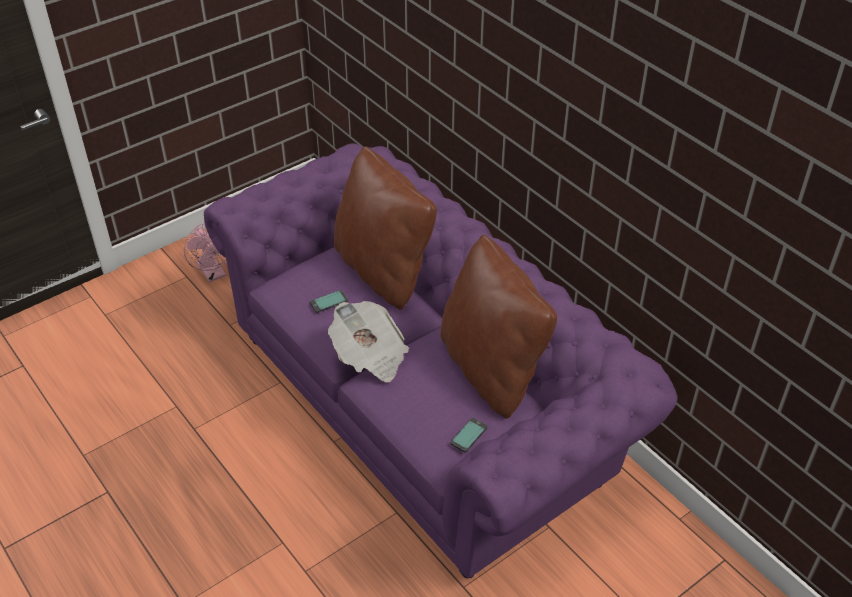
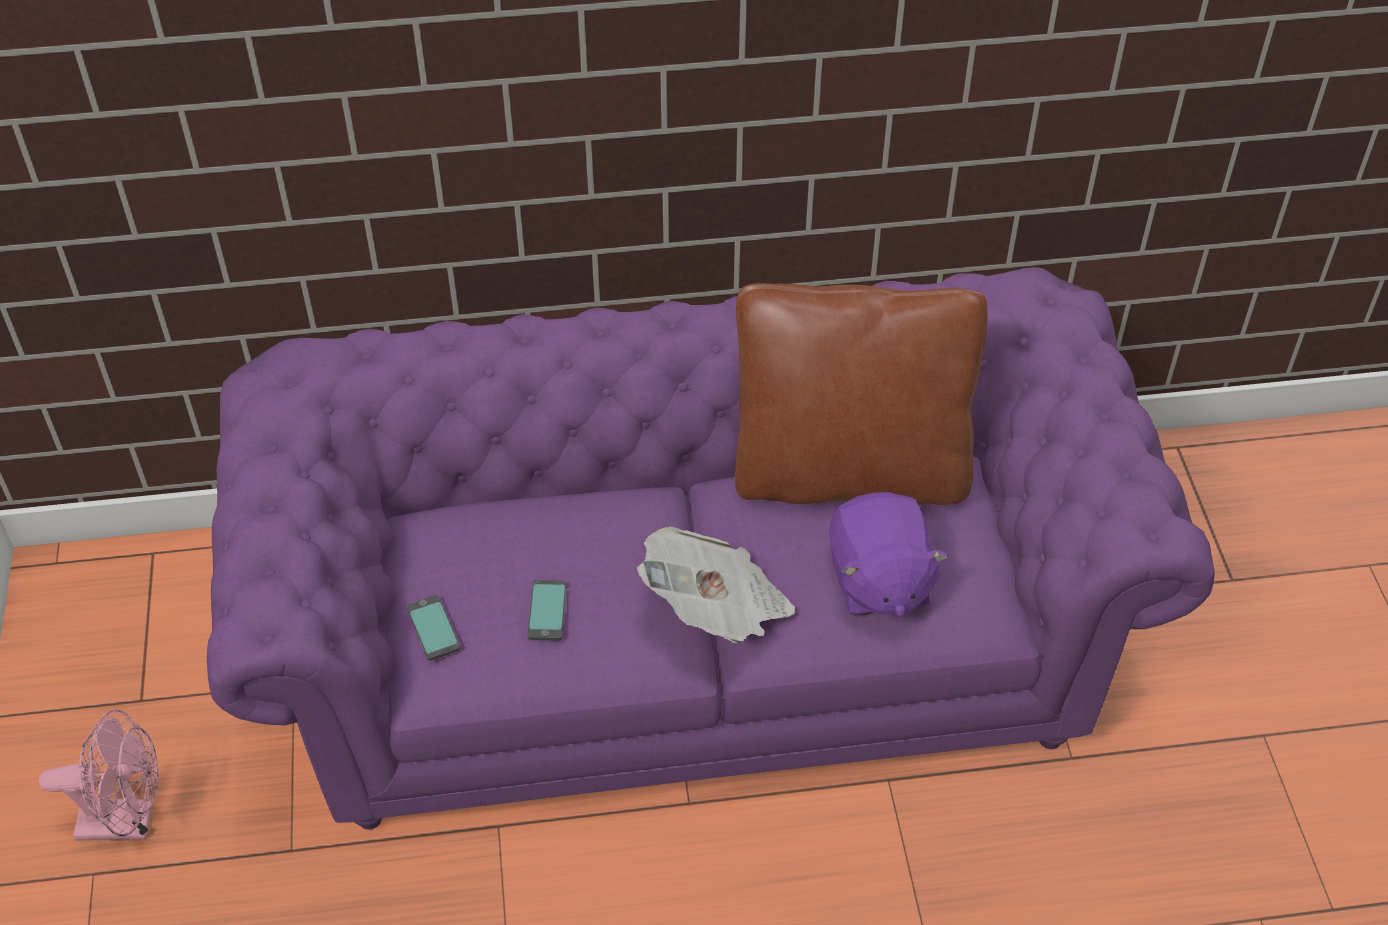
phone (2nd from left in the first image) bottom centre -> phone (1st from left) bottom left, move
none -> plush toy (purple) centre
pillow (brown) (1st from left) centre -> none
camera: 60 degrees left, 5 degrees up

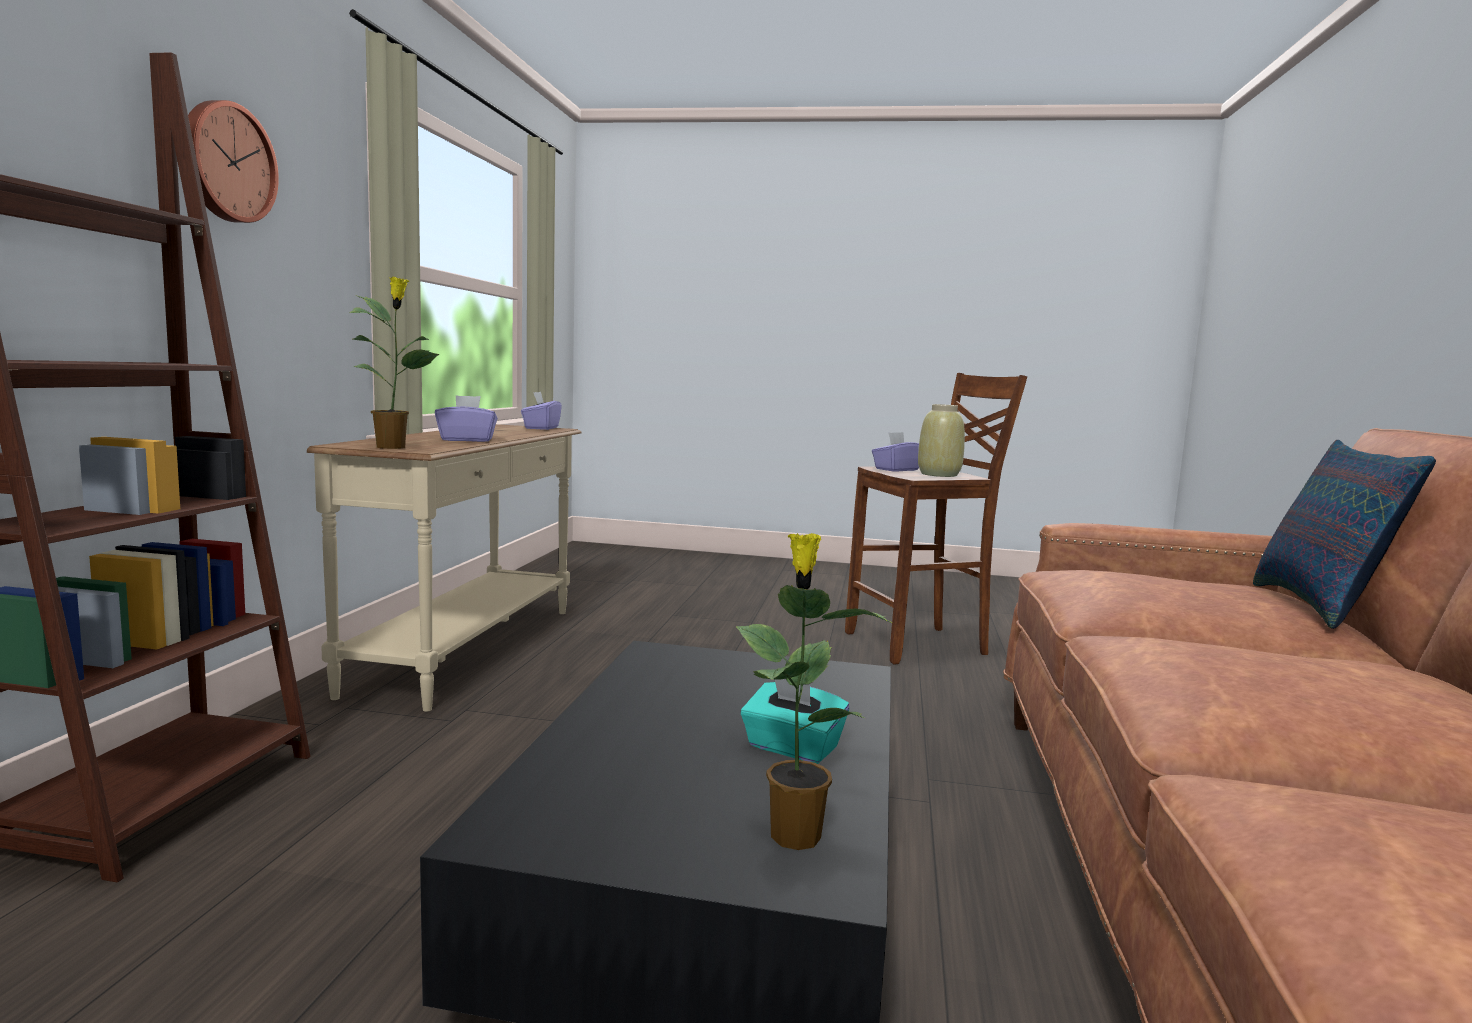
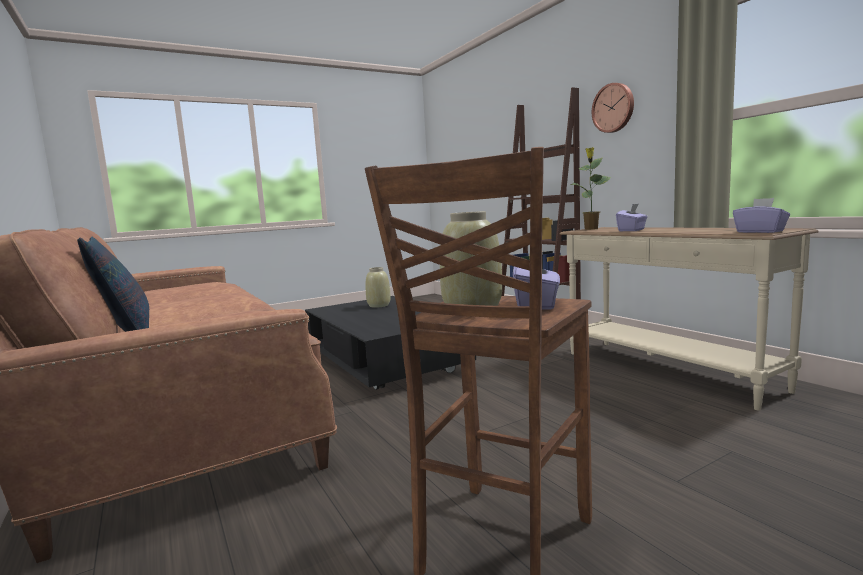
none -> vase (beige) (1st from left) centre
potted plant (2nd from left) bottom centre -> none
tissue box (turquoise) bottom centre -> none
camera: 140 degrees right, 0 degrees up

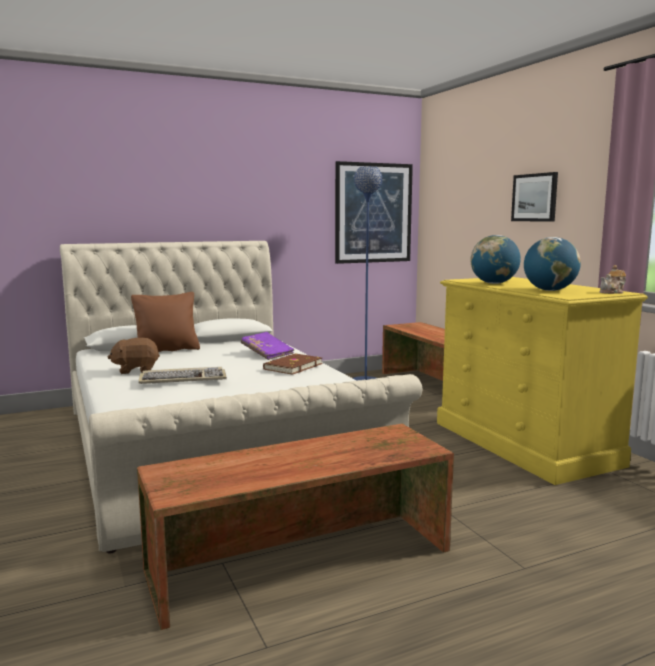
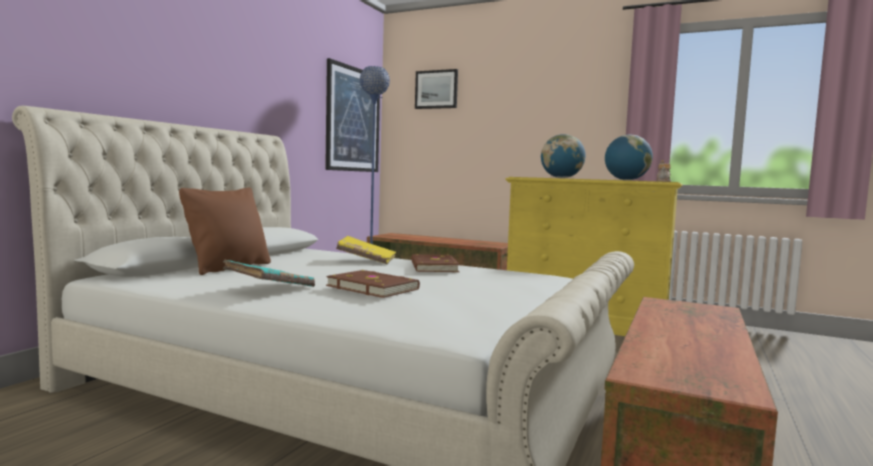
plush toy (brown) middle left -> book (turquoise) middle left
keyboard middle left -> book (brown) (1st from left) centre
book (purple) centre -> book (yellow) centre
picture (2nd from left) top right -> picture (2nd from left) top centre, move
camera: 40 degrees left, 5 degrees down

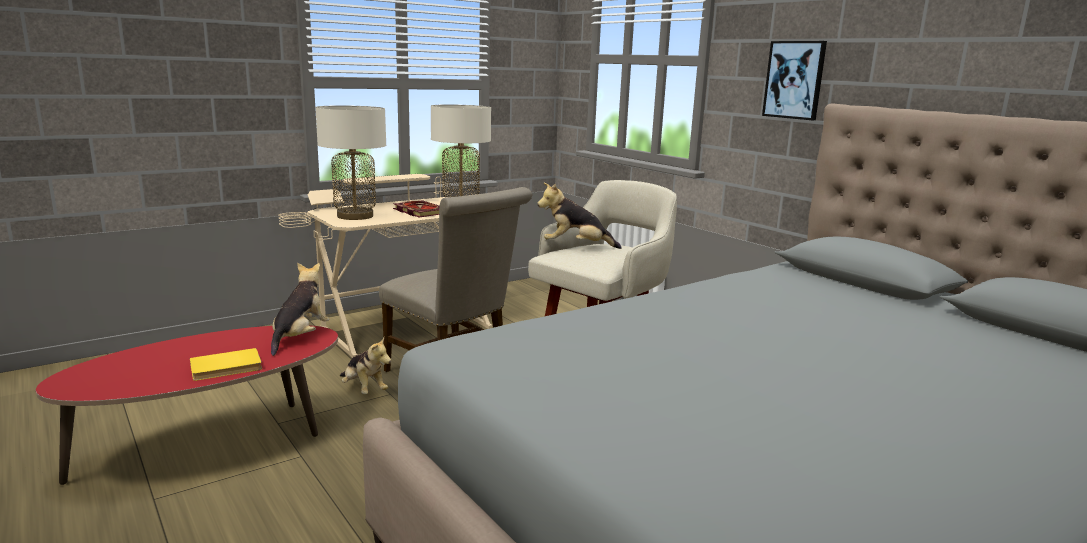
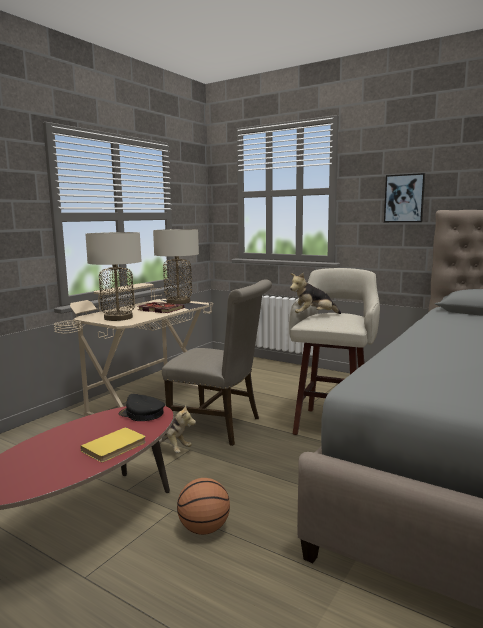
plush toy (1st from left) middle left -> cap (black) middle left
none -> basketball bottom centre
camera: 20 degrees left, 5 degrees down

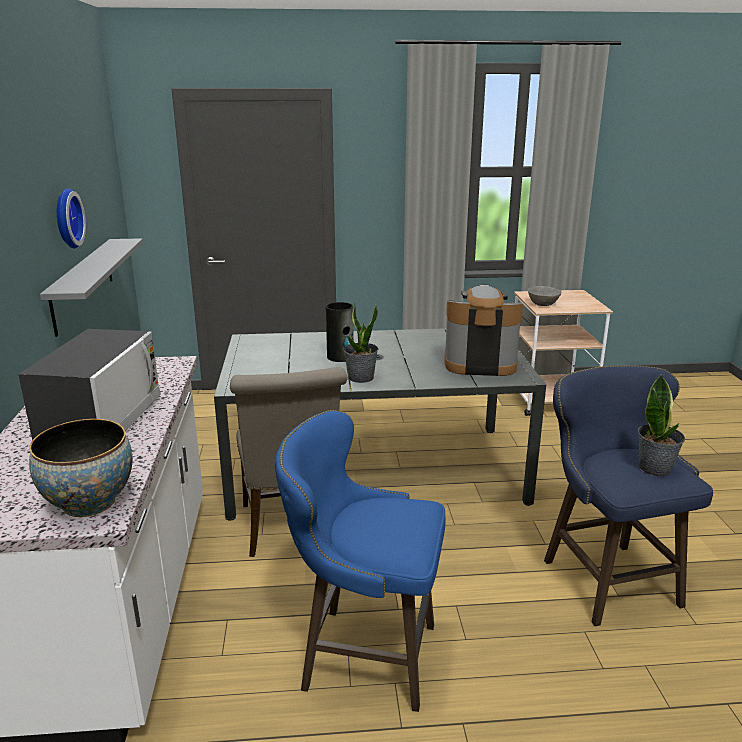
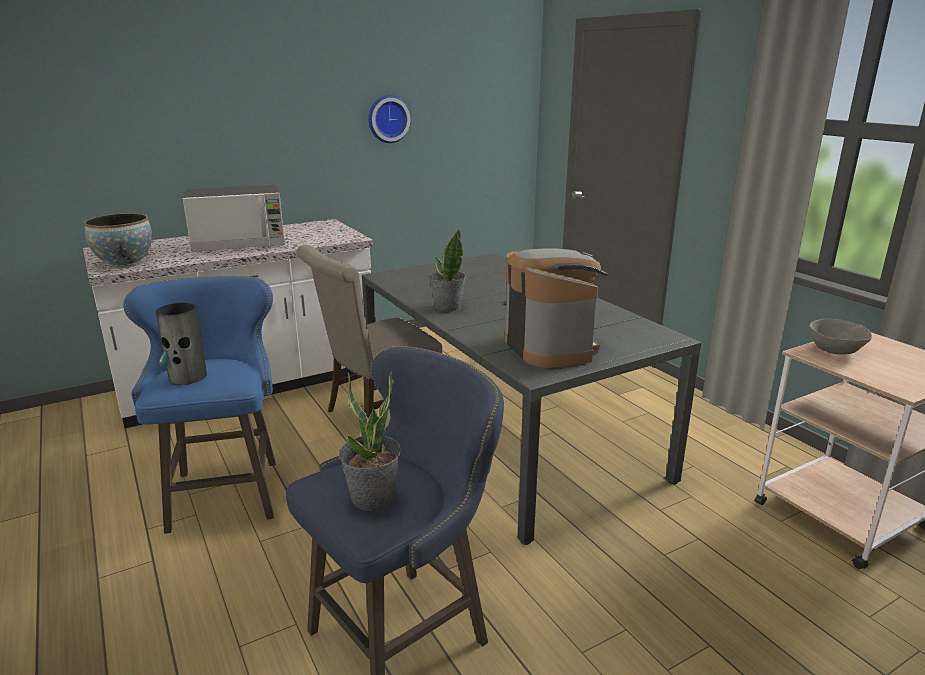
vase centre -> vase middle left, move
shelf (grey) middle left -> none
camera: 65 degrees right, 0 degrees up

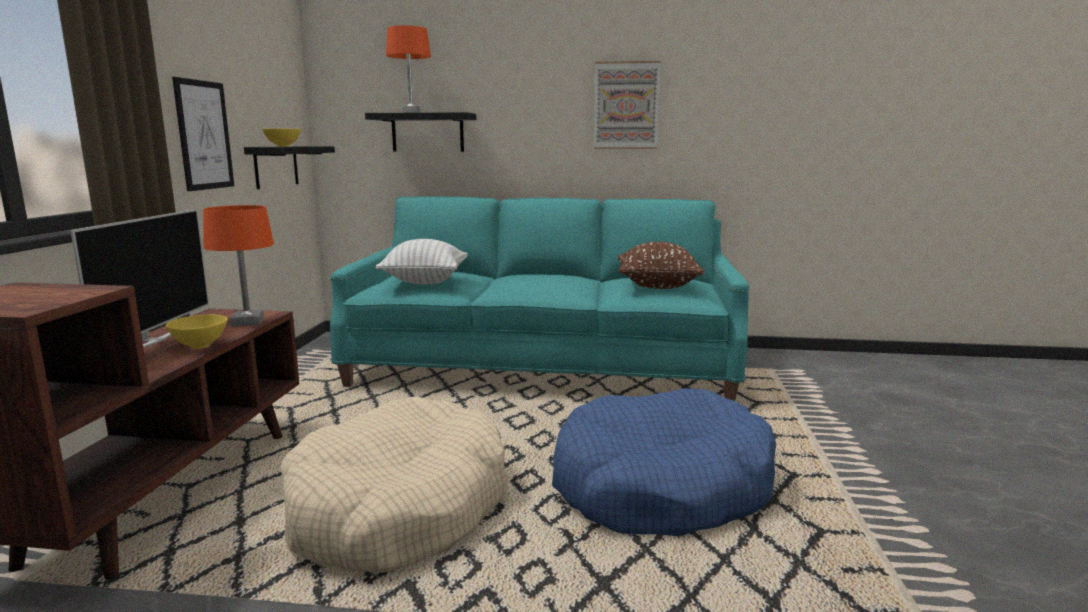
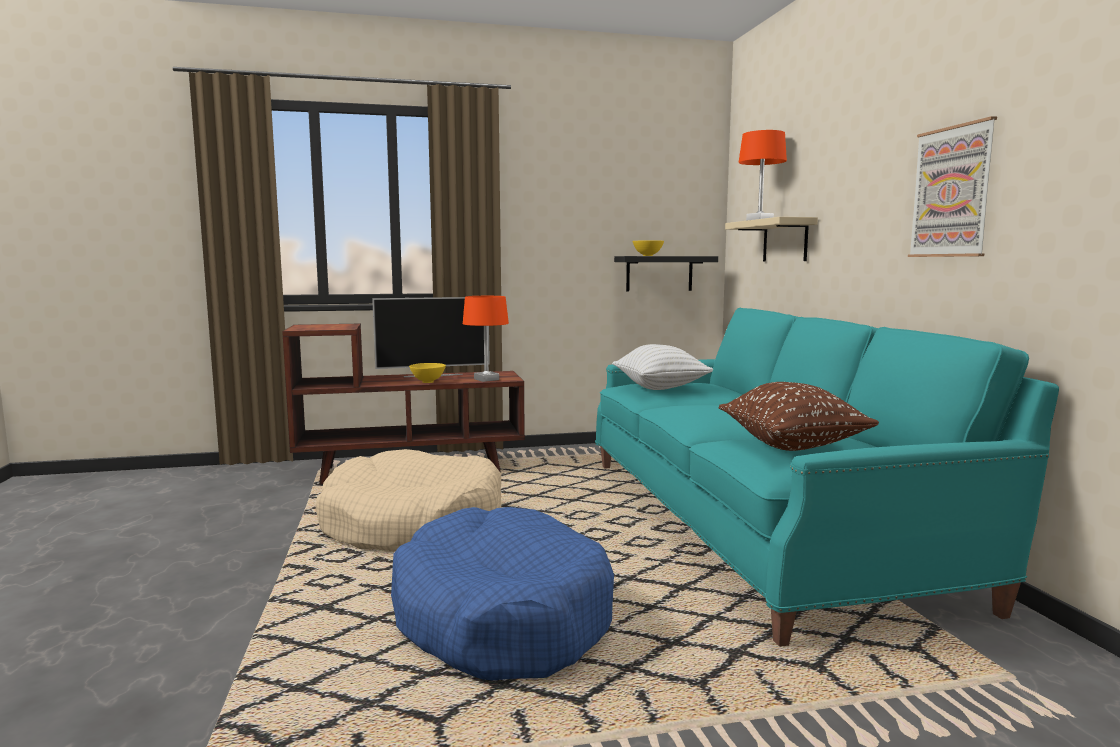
shelf (black) (2nd from left) top centre -> shelf (beige) top right
picture (1st from left) top left -> none
camera: 70 degrees right, 5 degrees down

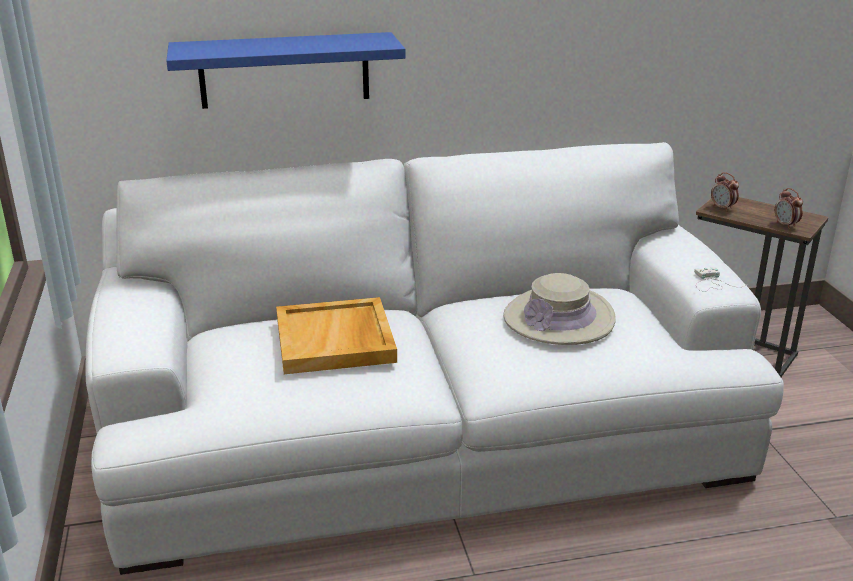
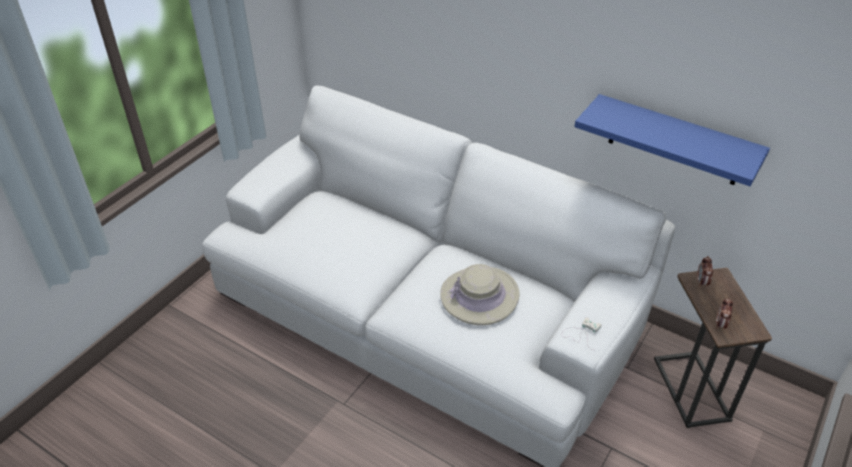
shelf (blue) top centre -> shelf (blue) top right, move
tray (beige) centre -> none
camera: 45 degrees right, 15 degrees up

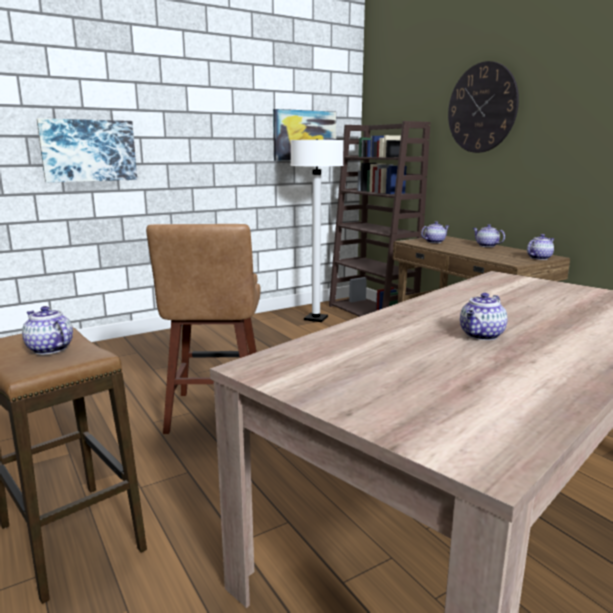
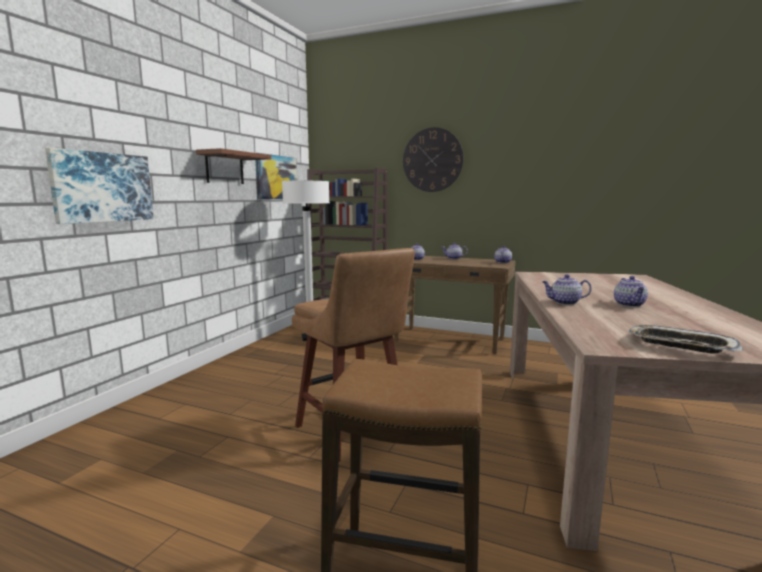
none -> shelf (brown) top left
teapot (1st from left in the first image) middle left -> teapot (4th from left) middle right, move
none -> tray middle right
camera: 35 degrees left, 5 degrees down

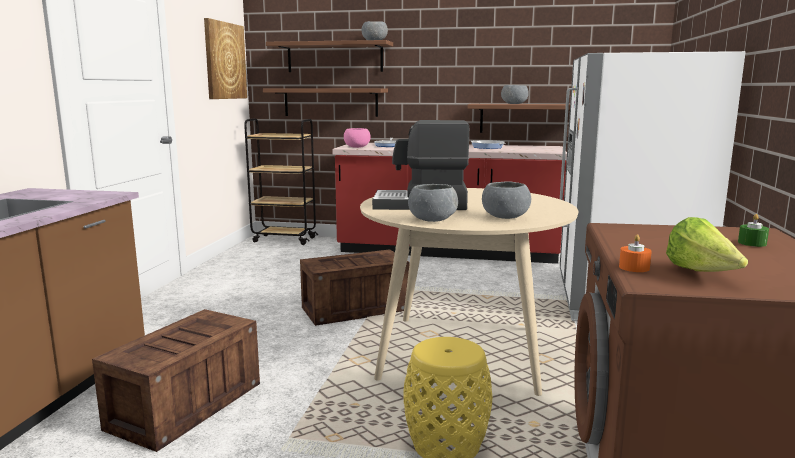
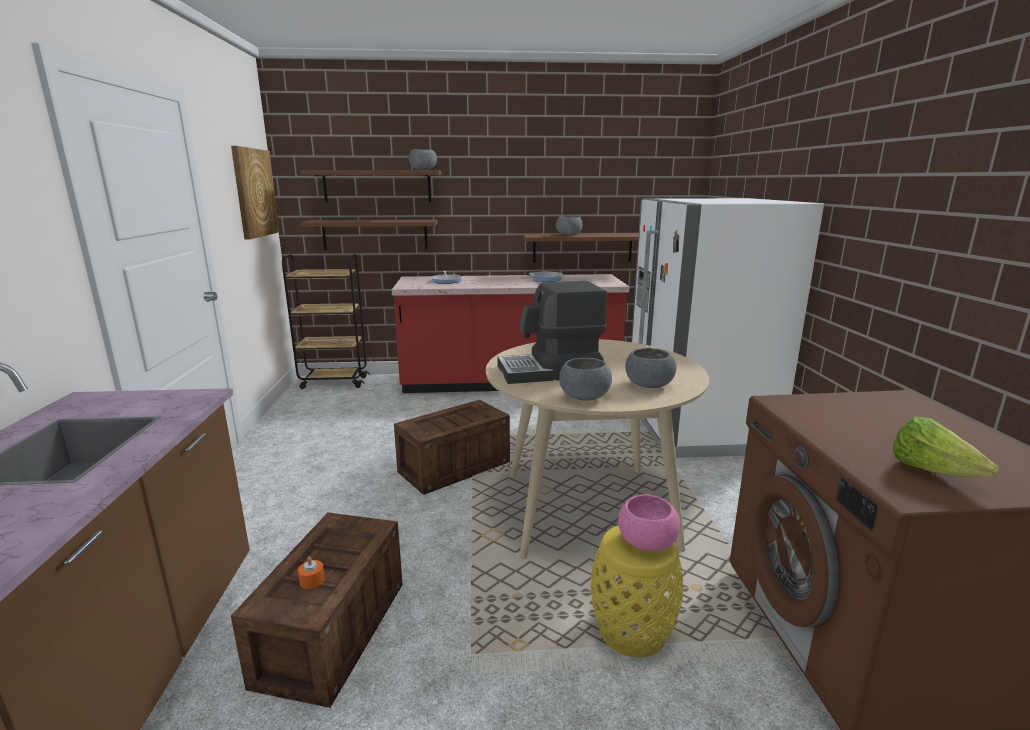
candle (orange) middle right -> candle (orange) bottom left, move
bowl (pink) top centre -> bowl (pink) bottom centre, move
candle (green) middle right -> none
camera: 15 degrees left, 5 degrees up

